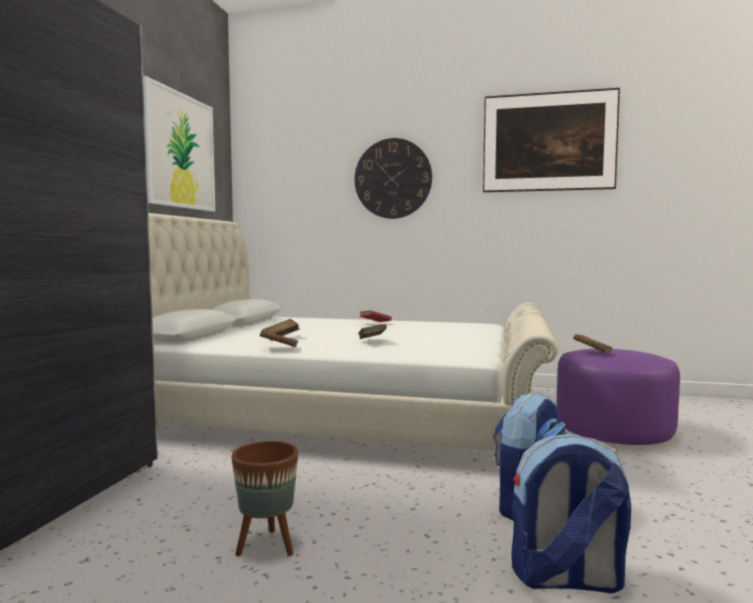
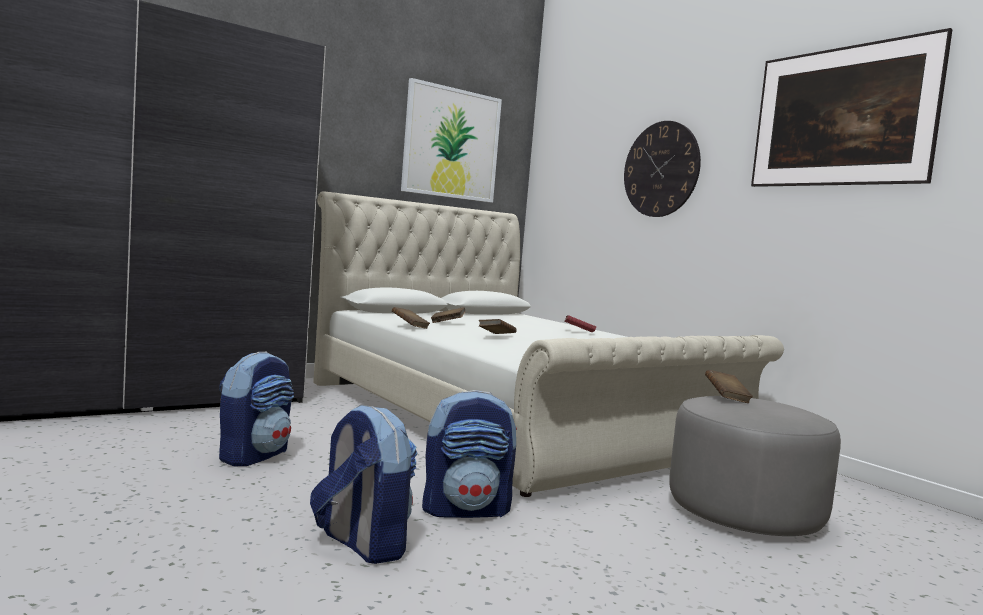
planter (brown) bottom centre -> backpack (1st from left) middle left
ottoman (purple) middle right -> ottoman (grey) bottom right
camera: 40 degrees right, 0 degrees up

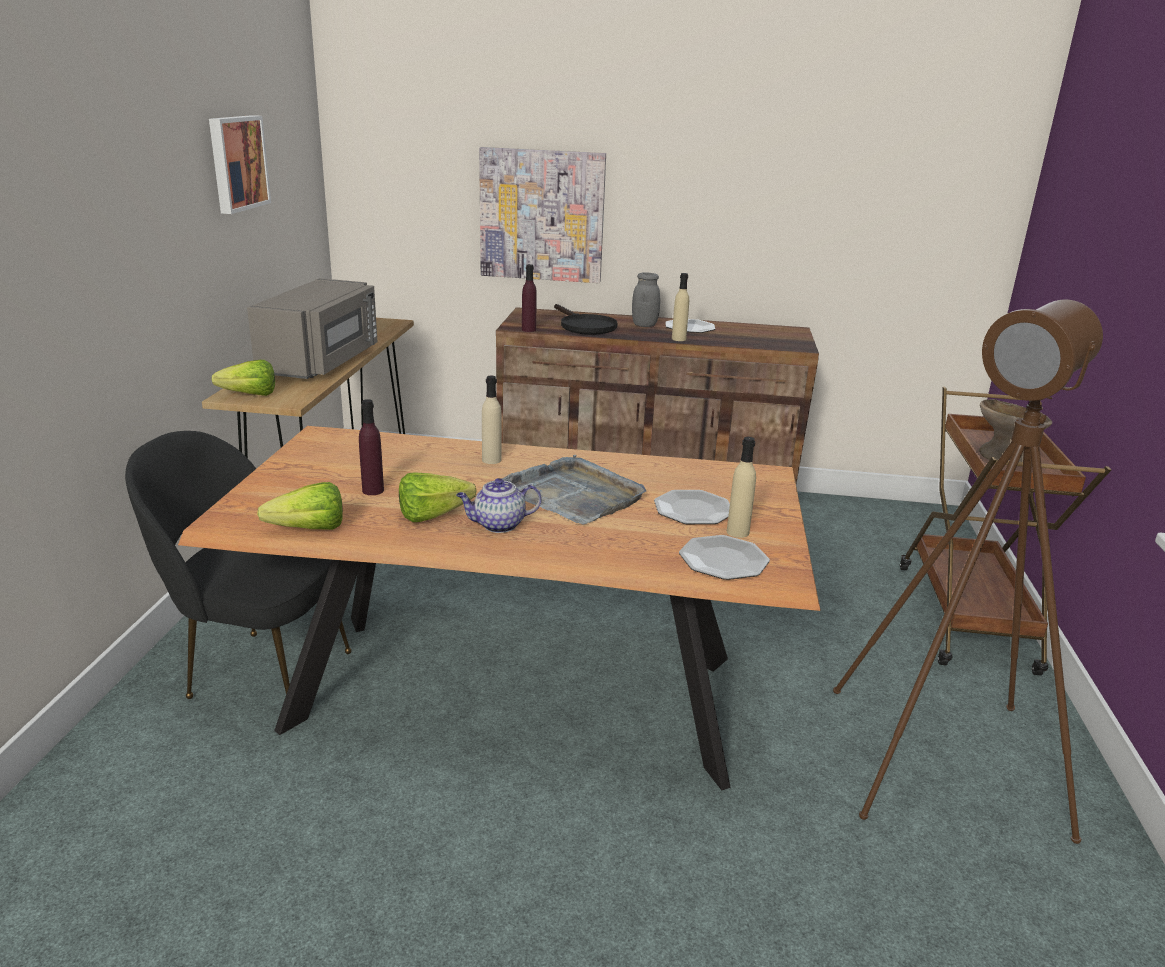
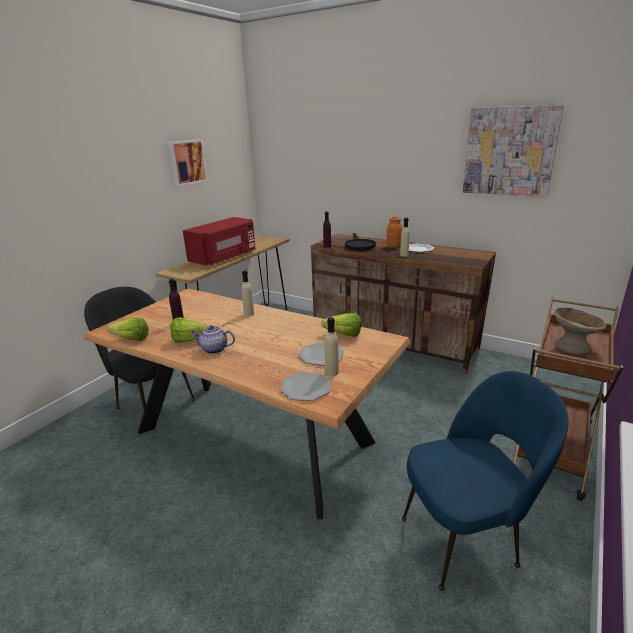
microwave (grey) middle left -> microwave (red) centre
lettuce (1st from left in the first image) middle left -> lettuce (3rd from left) centre, move
jar (grey) top centre -> jar (orange) centre
floor lamp (brown) middle right -> chair (blue) bottom right
picture (2nd from left) top centre -> picture (2nd from left) top right, move
tray (grey) centre -> none
camera: 25 degrees right, 0 degrees up

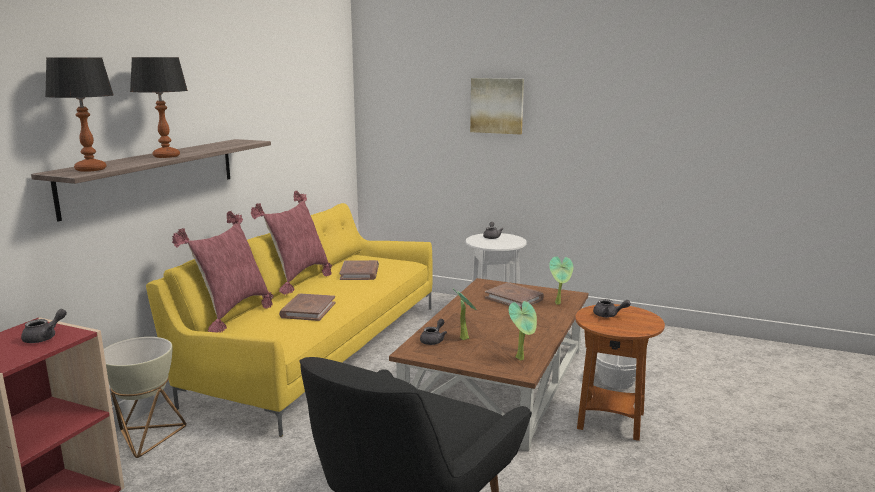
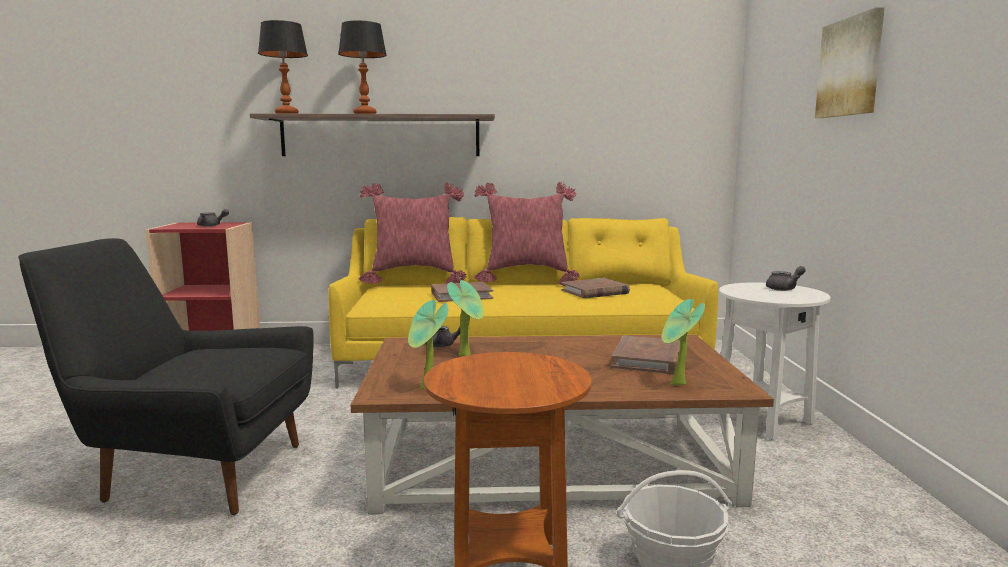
planter bottom left -> none
teapot (grey) (4th from left) middle right -> none
camera: 65 degrees right, 5 degrees down

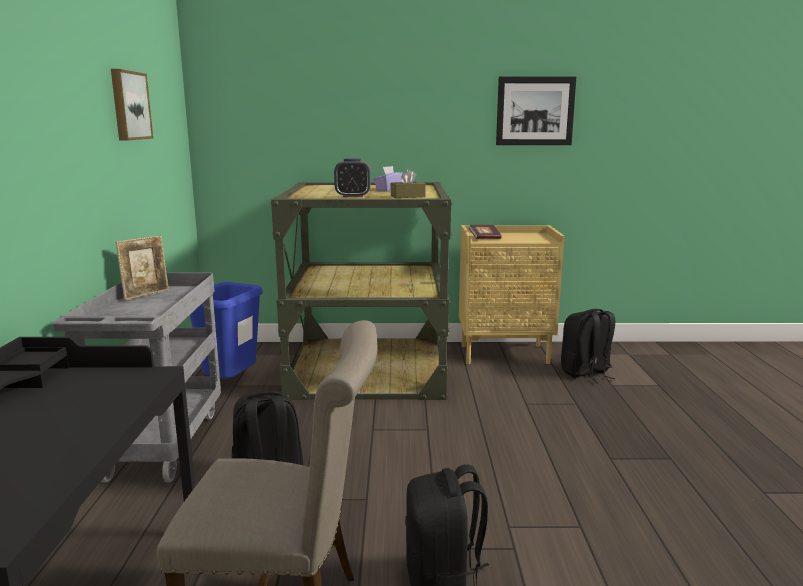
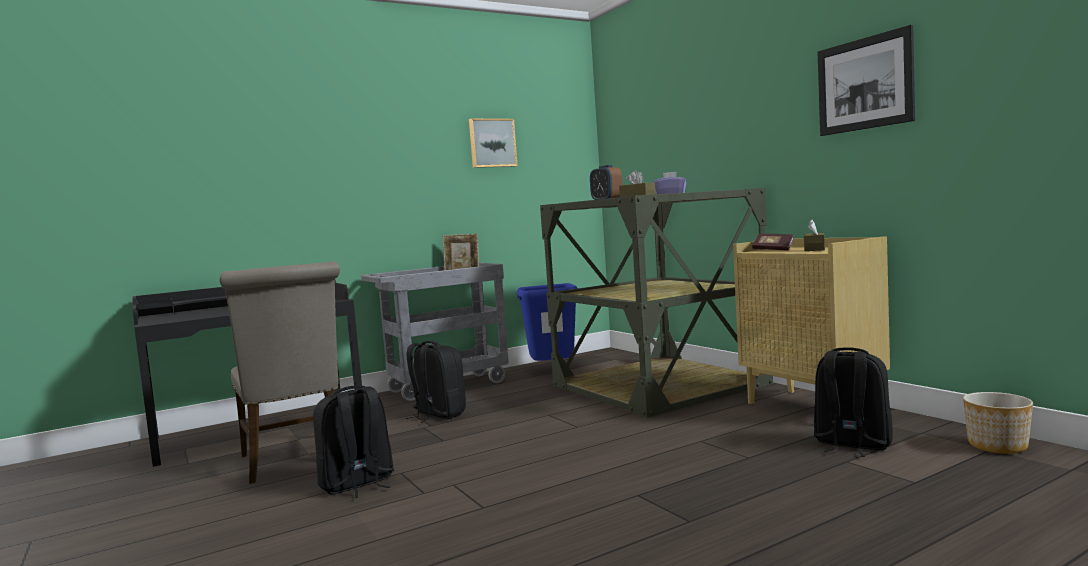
none -> tissue box (brown) (2nd from left) middle right
none -> planter bottom right
camera: 60 degrees right, 10 degrees down

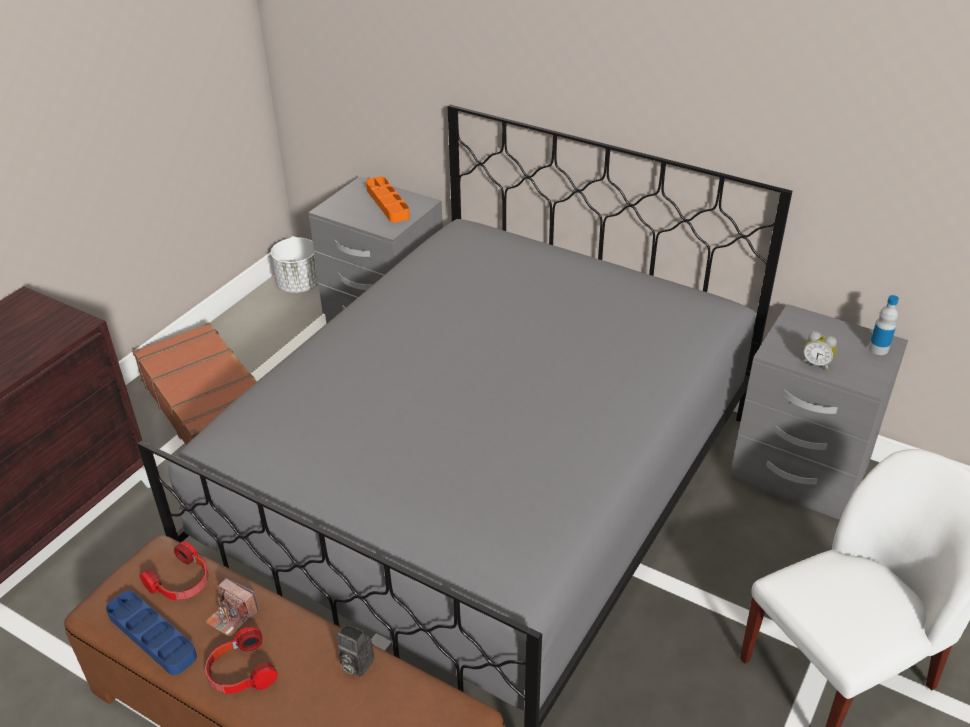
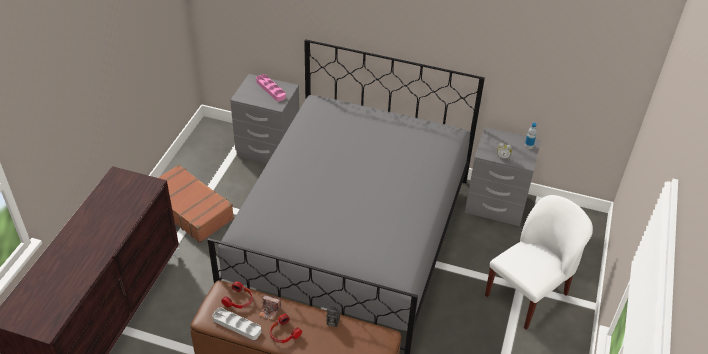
tray (blue) bottom left -> tray (grey) bottom centre
tray (orange) top centre -> tray (pink) top centre
planter (white) middle left -> none
camera: 15 degrees left, 5 degrees up

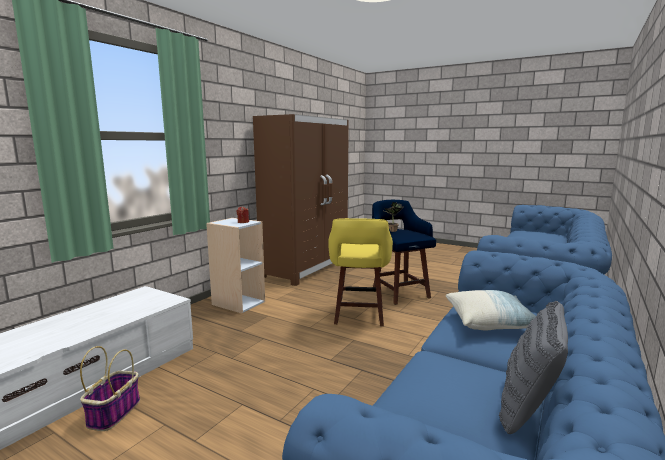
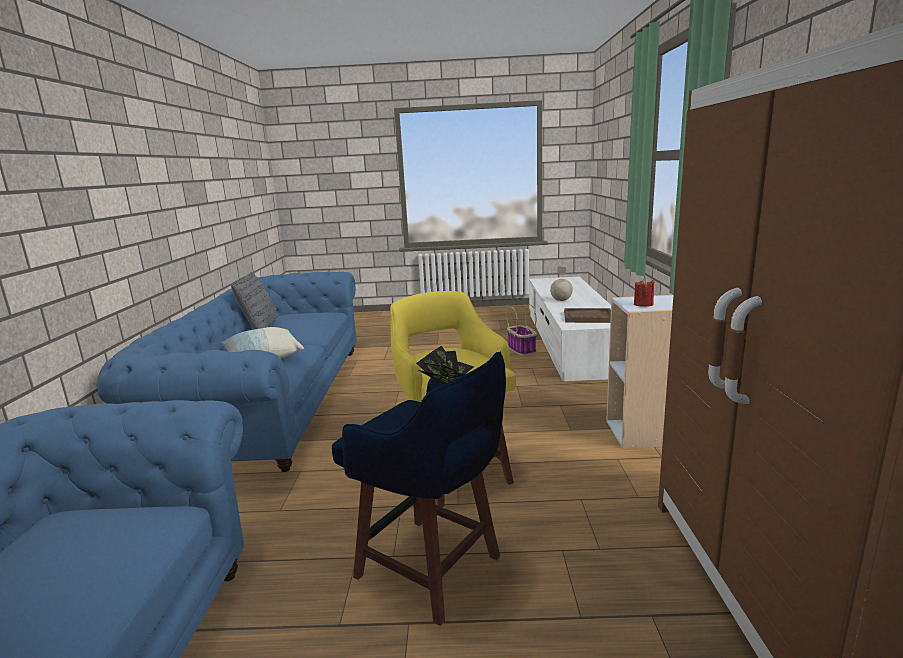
none -> globe centre
none -> tray (brown) centre
camera: 150 degrees right, 5 degrees up

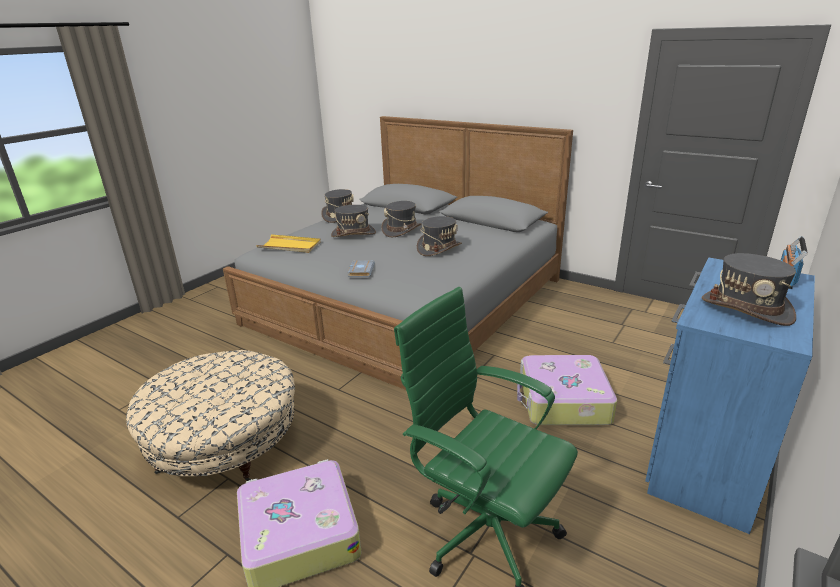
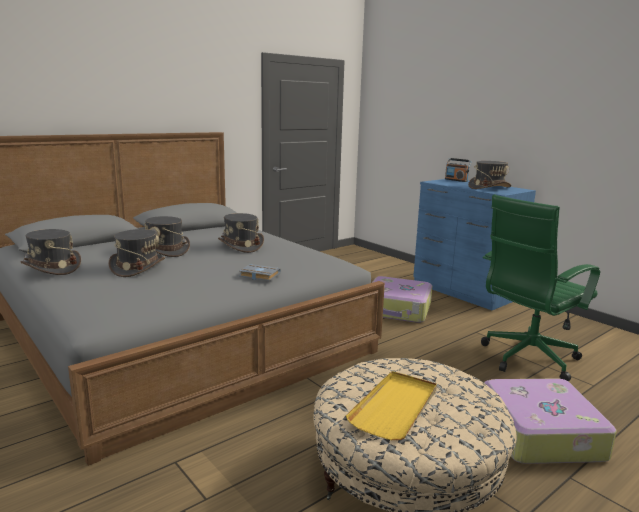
tray (yellow) centre -> tray (yellow) bottom centre, move
camera: 75 degrees left, 10 degrees down

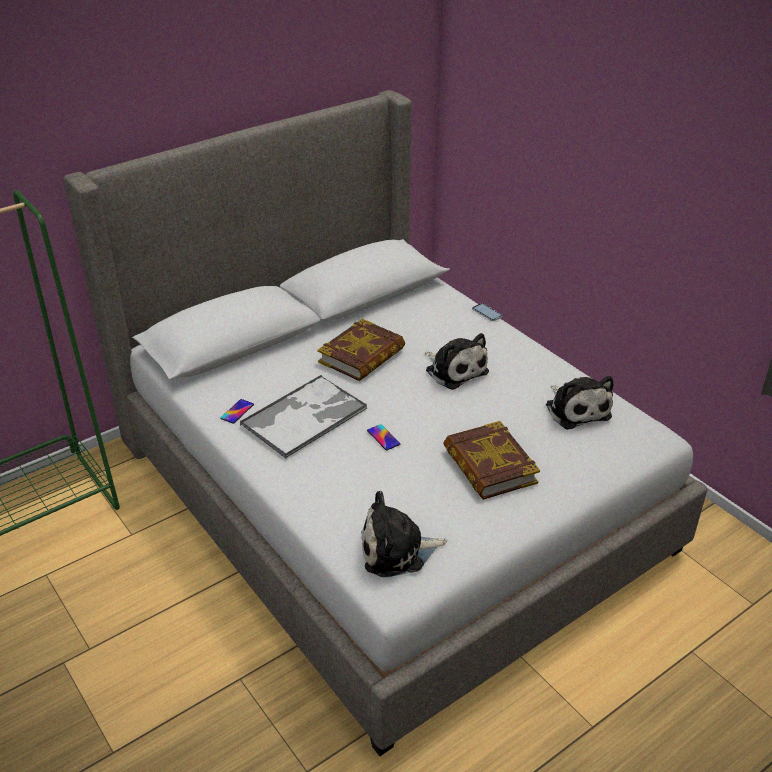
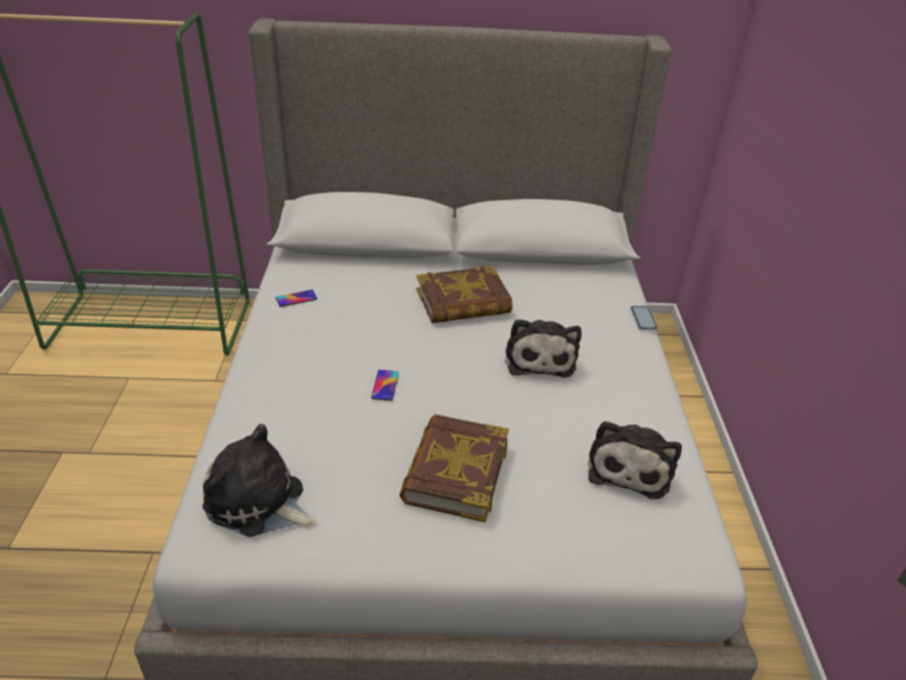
tray centre -> none
camera: 35 degrees right, 0 degrees up

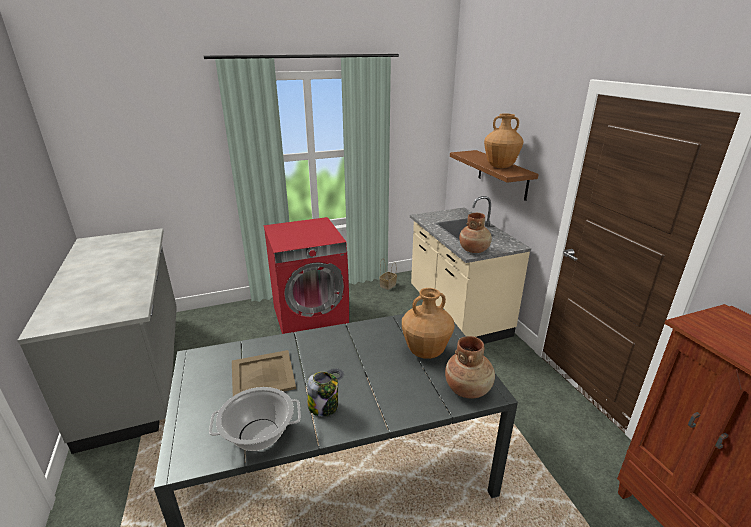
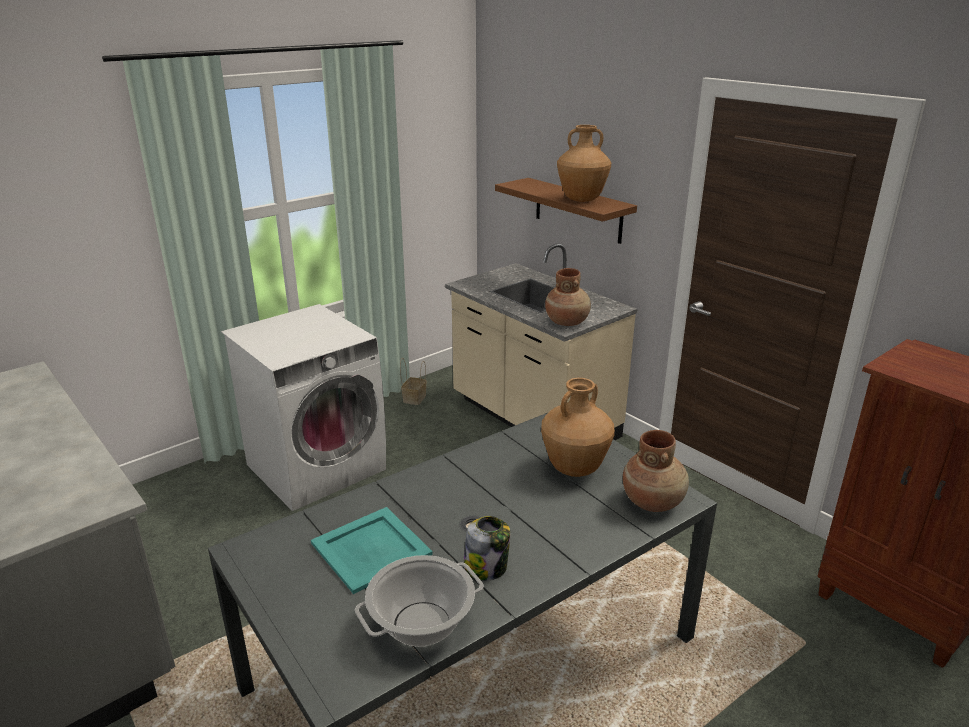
washing machine (red) centre -> washing machine (white) middle left
tray (beige) bottom centre -> tray (turquoise) bottom centre
camera: 20 degrees left, 0 degrees up

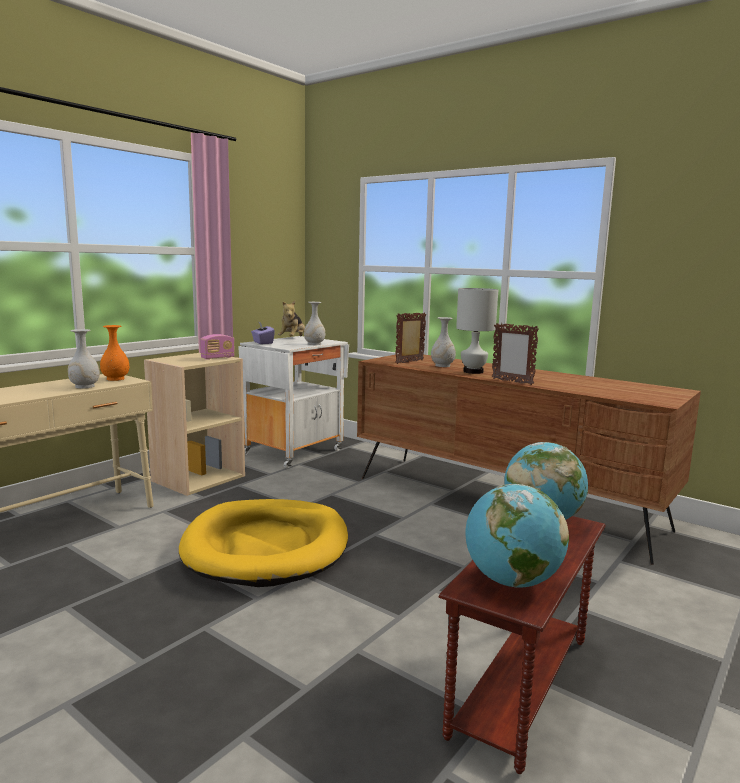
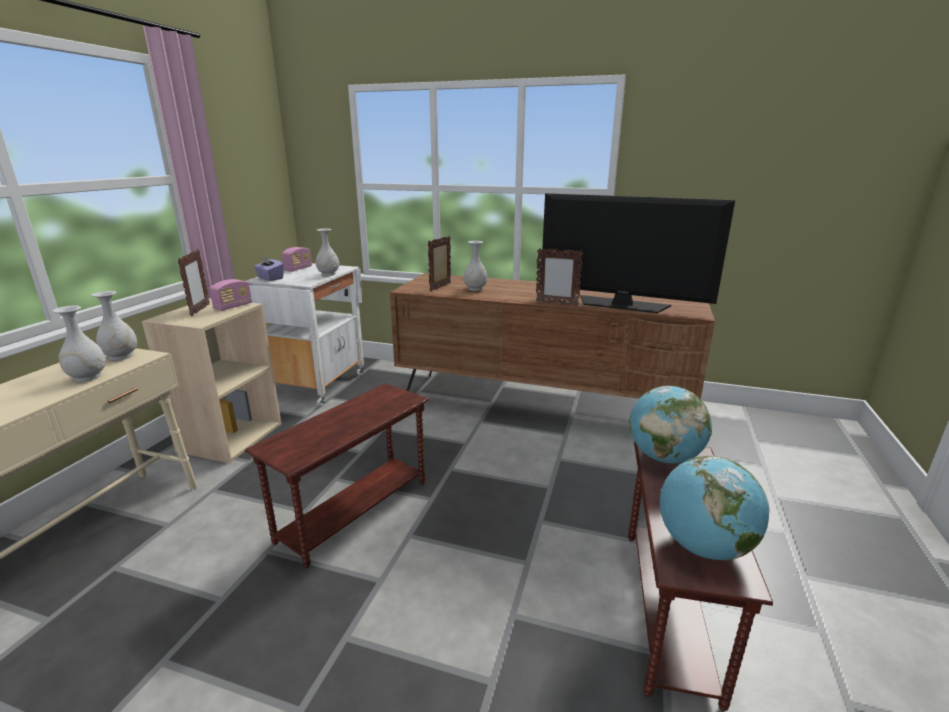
vase (orange) middle left -> vase (white) (2nd from left) middle left
none -> picture frame (1st from left) middle left
dog bed (yellow) bottom centre -> side table (brown) (1st from left) bottom centre
plush toy centre -> radio (2nd from left) middle left
none -> television middle right
table lamp (white) centre -> none
camera: 20 degrees left, 10 degrees up

